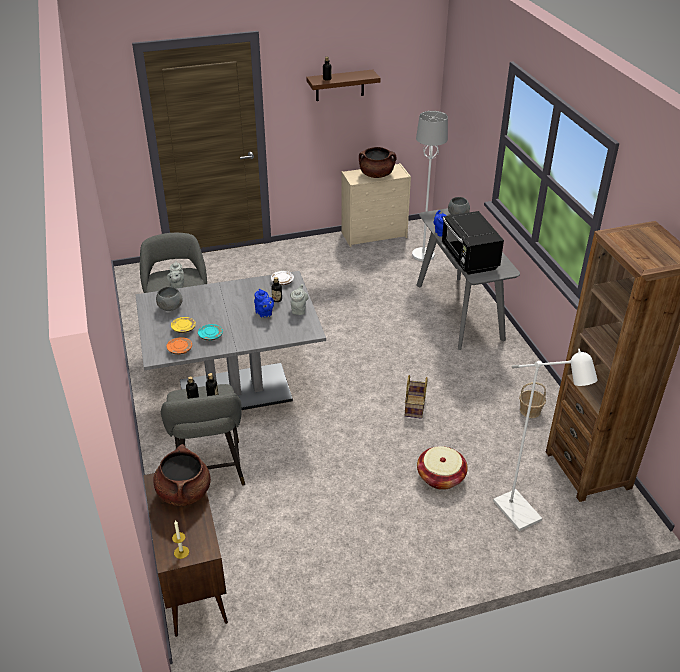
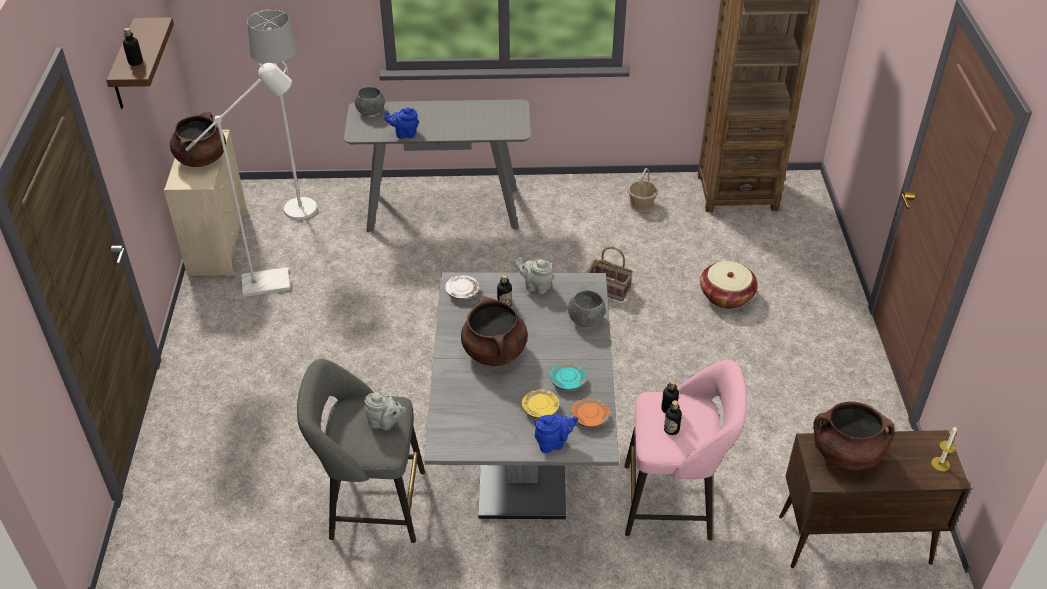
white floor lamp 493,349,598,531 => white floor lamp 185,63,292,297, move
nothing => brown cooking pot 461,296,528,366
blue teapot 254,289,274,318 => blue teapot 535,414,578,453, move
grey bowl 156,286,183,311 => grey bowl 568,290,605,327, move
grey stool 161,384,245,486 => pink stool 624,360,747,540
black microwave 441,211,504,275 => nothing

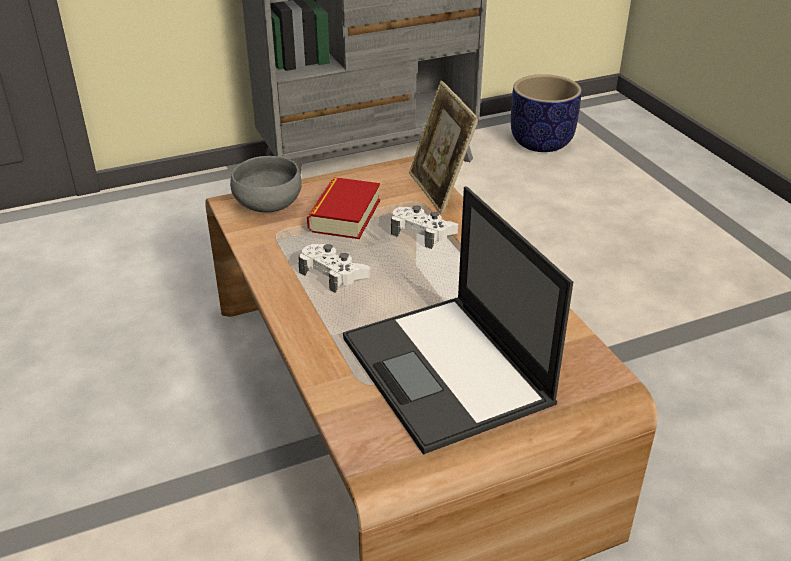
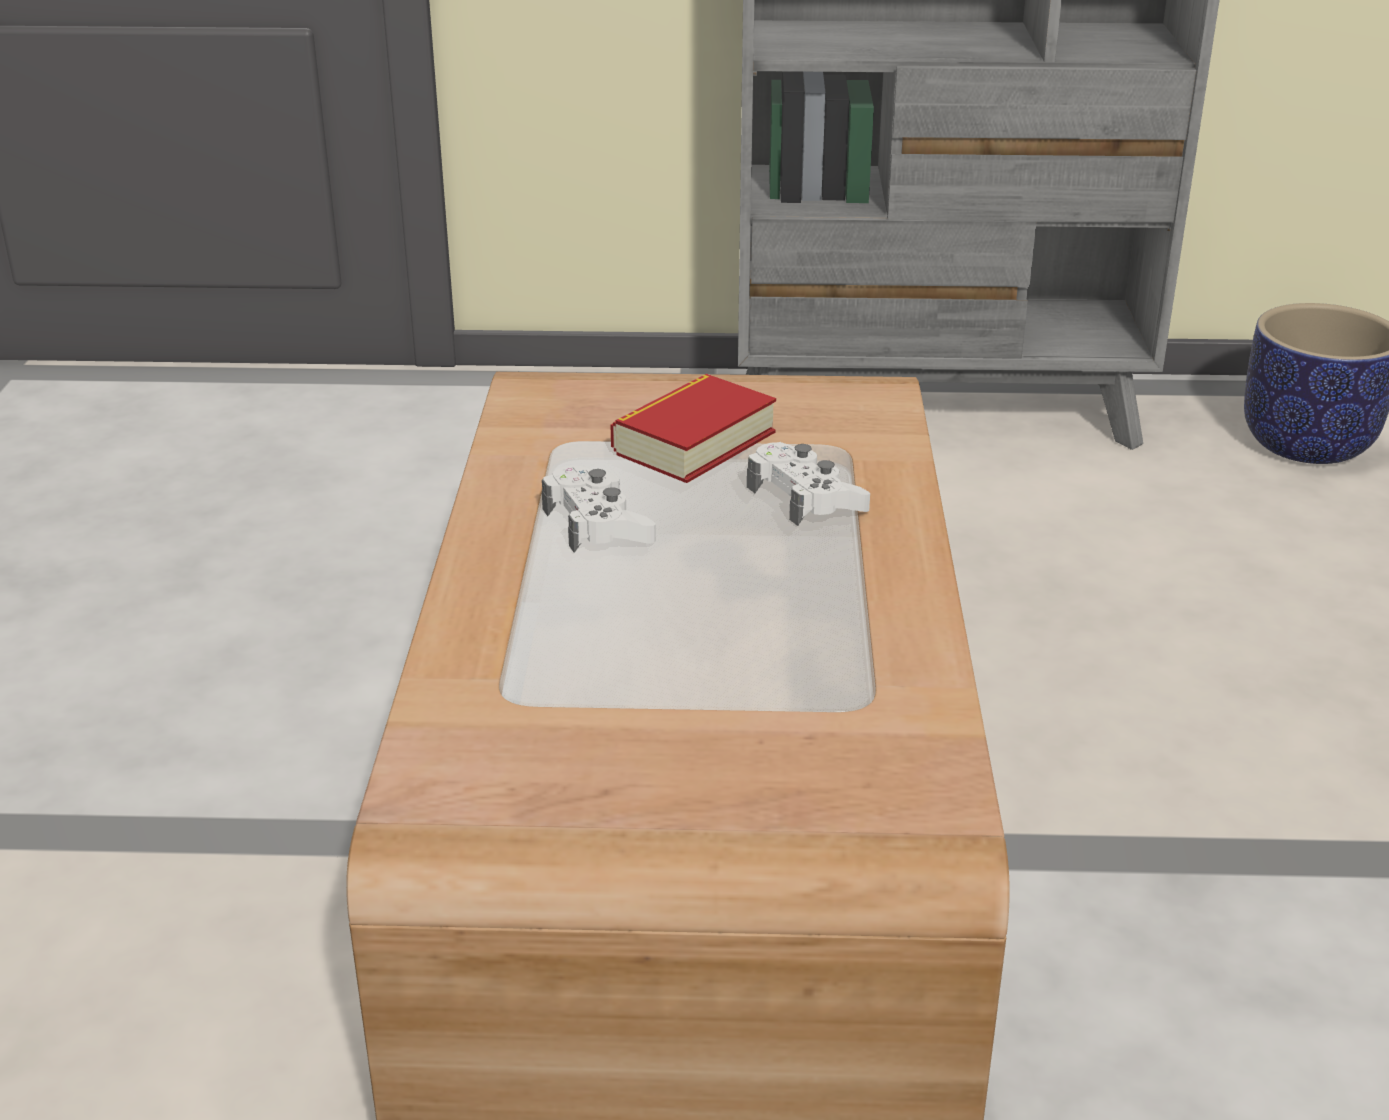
grey bowl 230,156,302,212 => nothing
laptop 343,186,573,455 => nothing
picture frame 409,81,479,214 => nothing

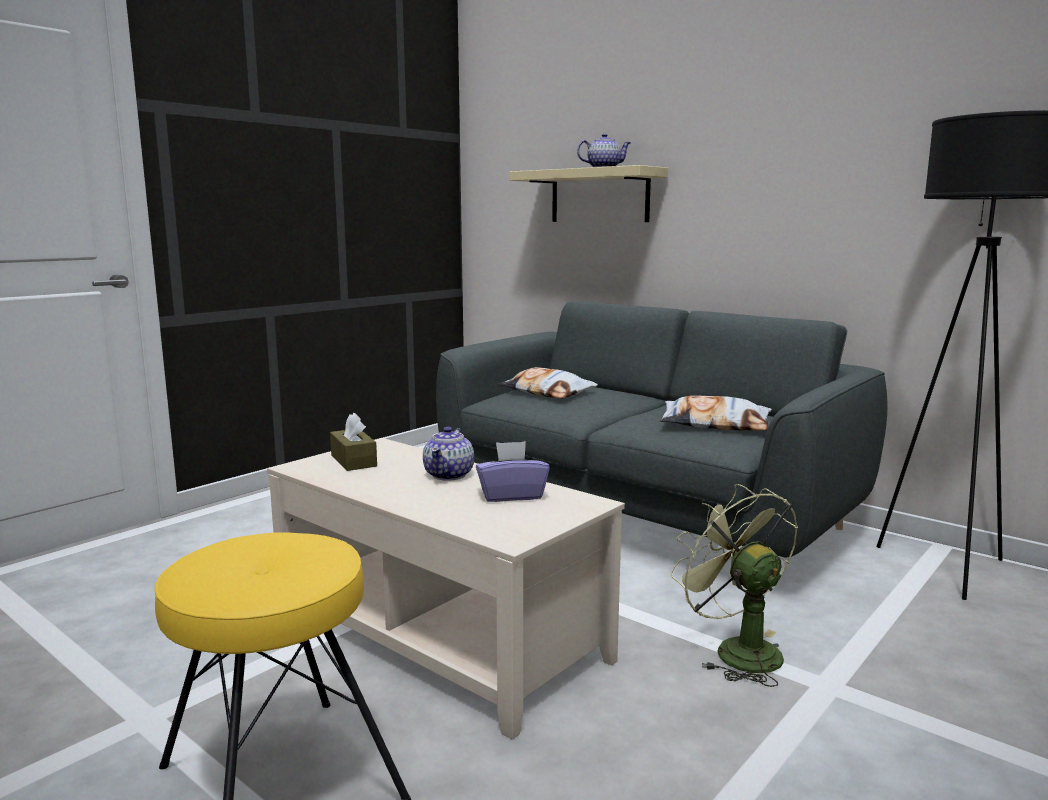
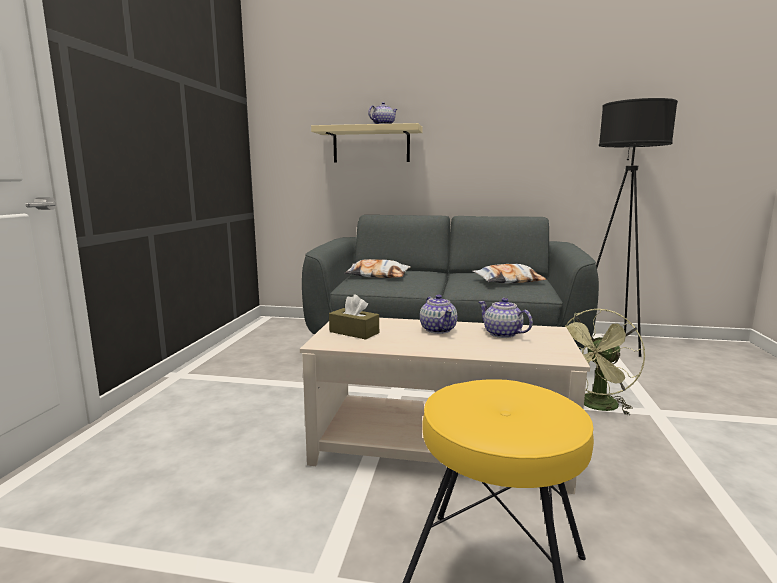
purple tissue box 476,441,550,502 => teapot 479,298,533,338
green fan 670,484,798,687 => green fan 565,309,645,416, 75 degrees counterclockwise

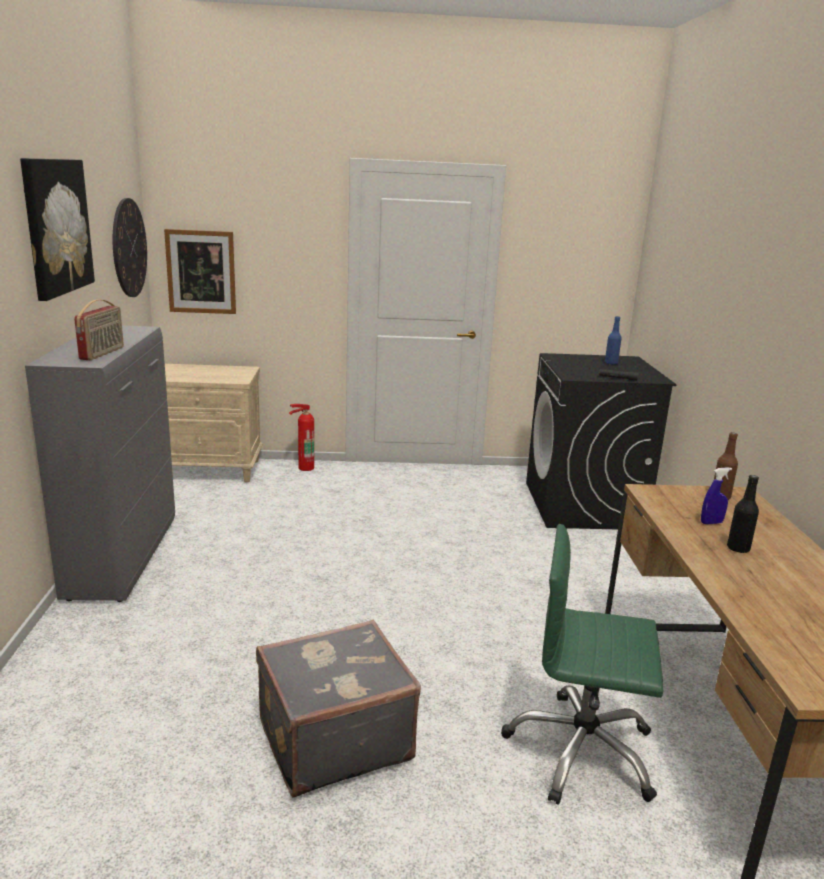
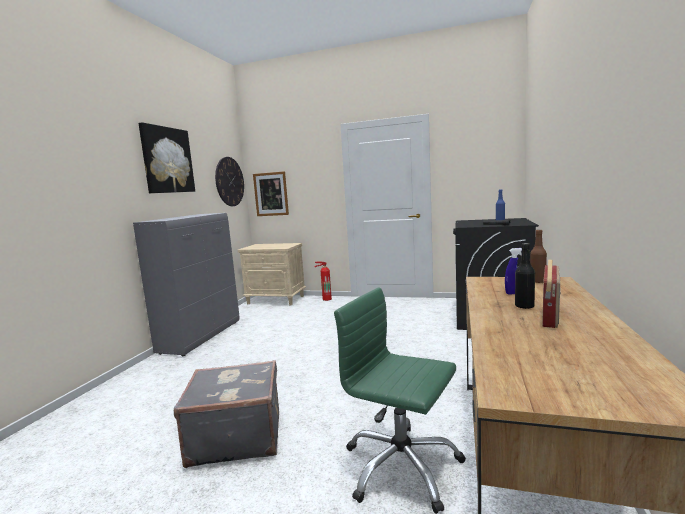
radio 74,299,124,360 => radio 542,260,561,328, move

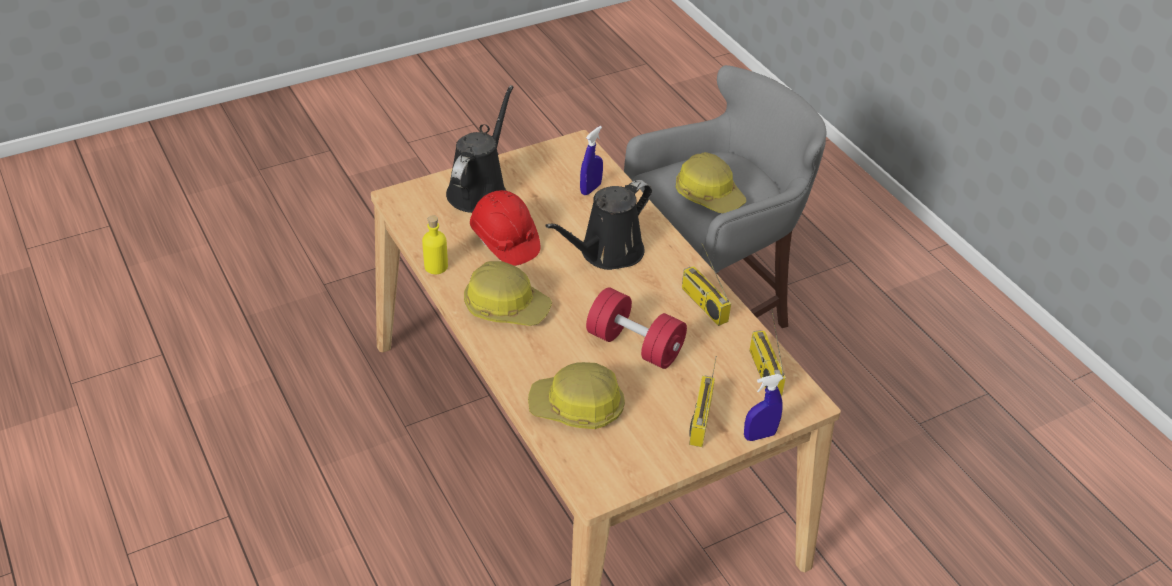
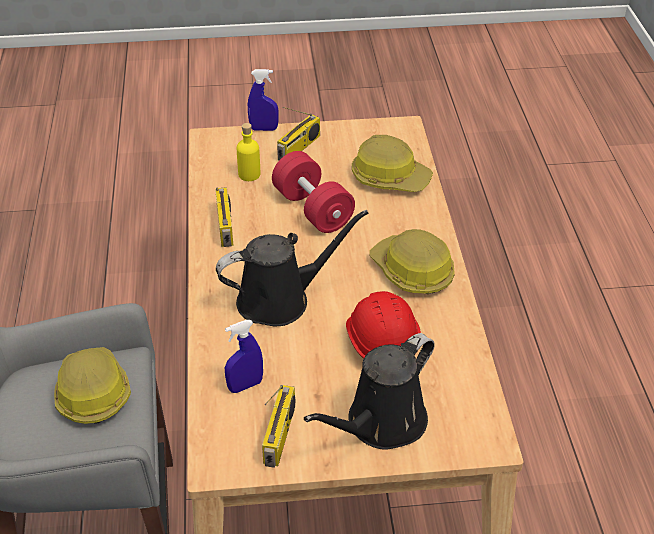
yellow bottle 422,215,448,274 => yellow bottle 237,123,260,181, move
radio 749,309,786,396 => radio 262,385,295,468, move

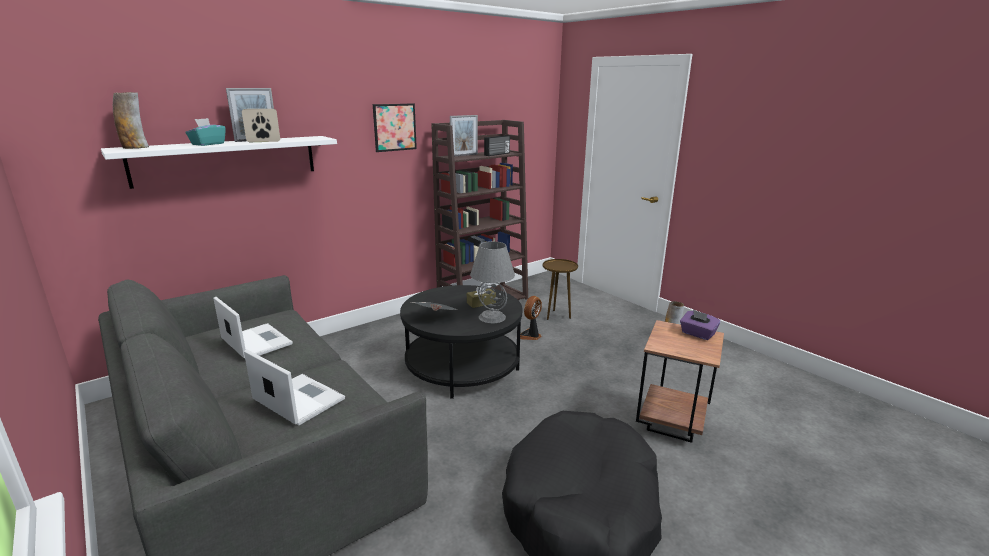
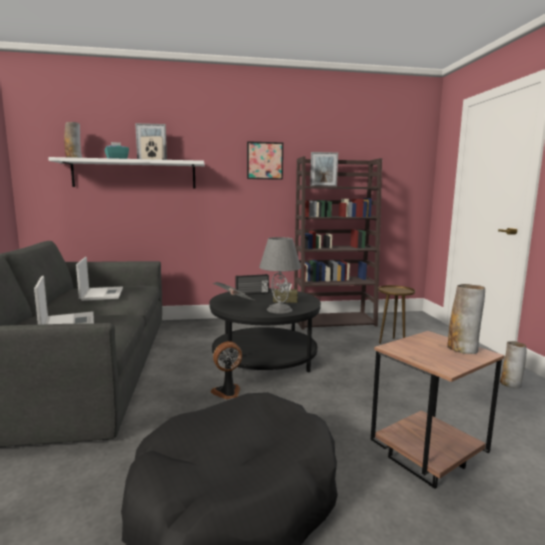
fan 520,296,542,340 => fan 211,341,242,399, move
radio 484,135,510,156 => radio 235,274,269,295, move
purple tissue box 680,310,720,340 => vase 448,284,485,354

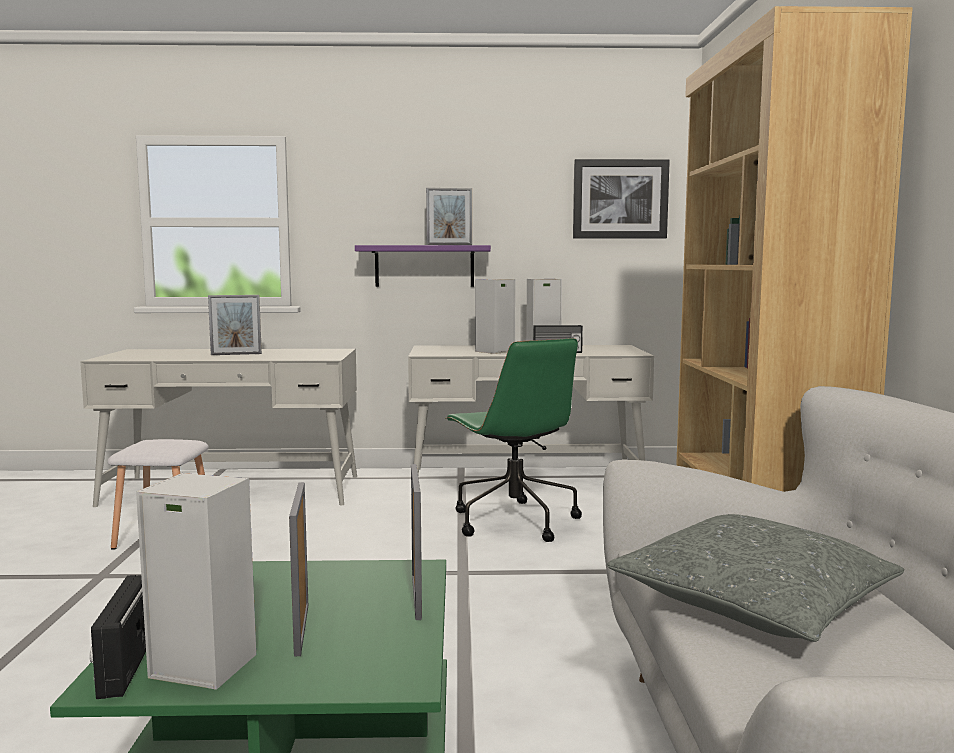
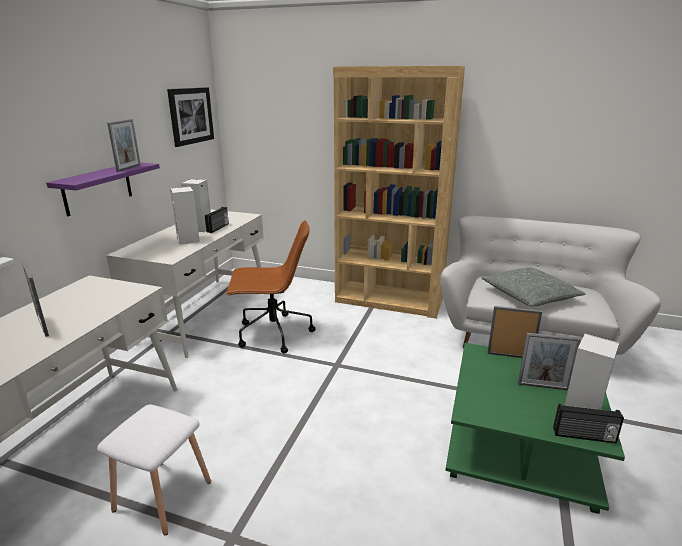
picture frame 208,295,262,355 => picture frame 22,261,49,337, 135 degrees clockwise
green office chair 445,338,582,542 => brown office chair 226,220,316,353

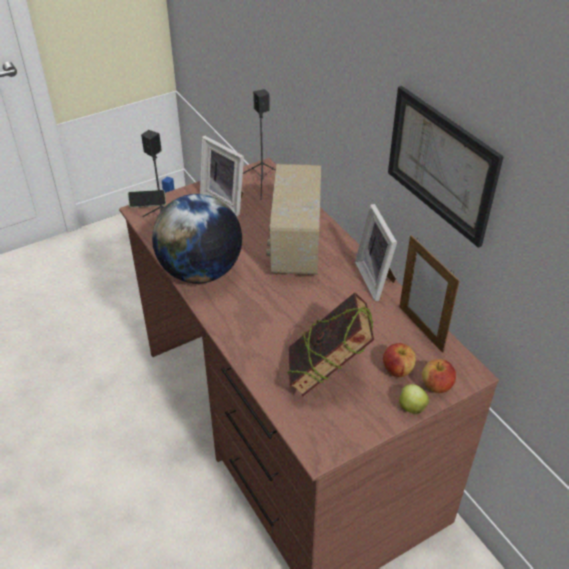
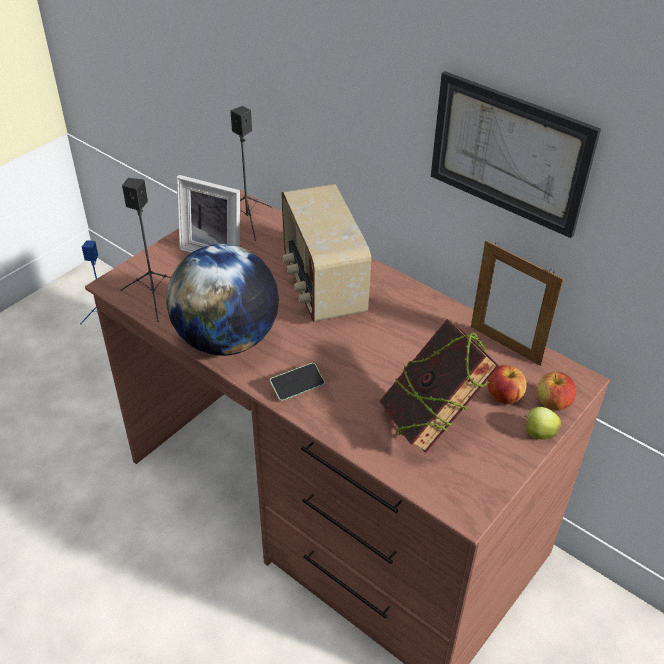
phone 128,190,166,208 => phone 270,363,325,401, move
picture frame 355,204,397,301 => nothing

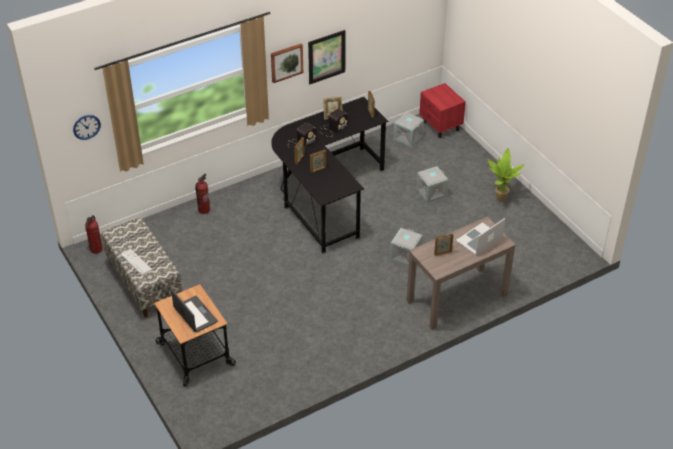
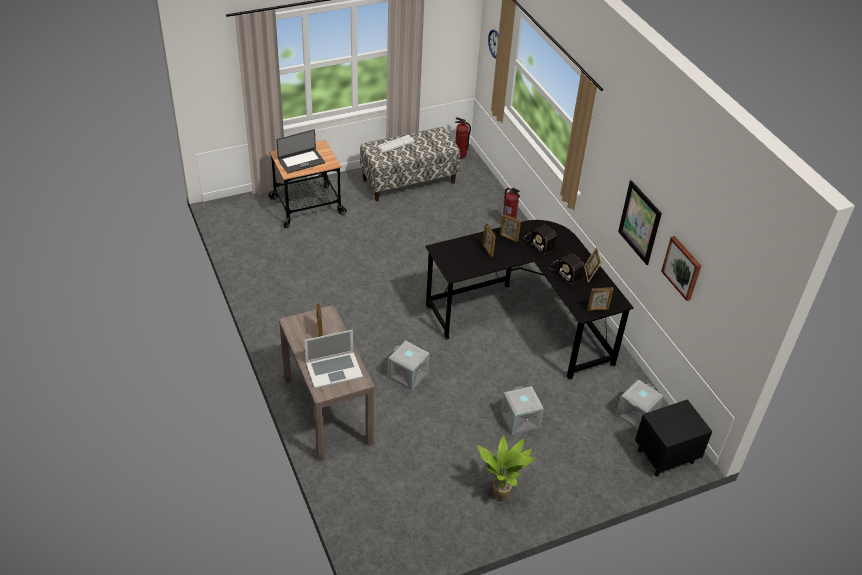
laptop 456,218,505,256 => laptop 304,330,363,389, 105 degrees clockwise
red nightstand 419,83,466,138 => black nightstand 635,399,713,477
picture 271,43,303,83 => picture 661,236,701,301, move

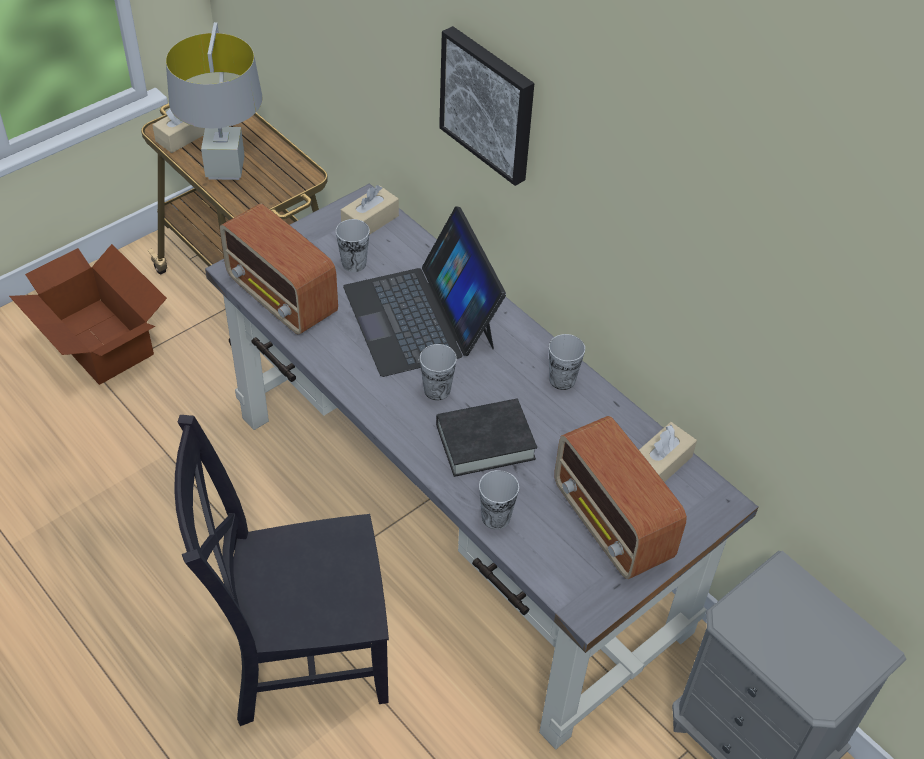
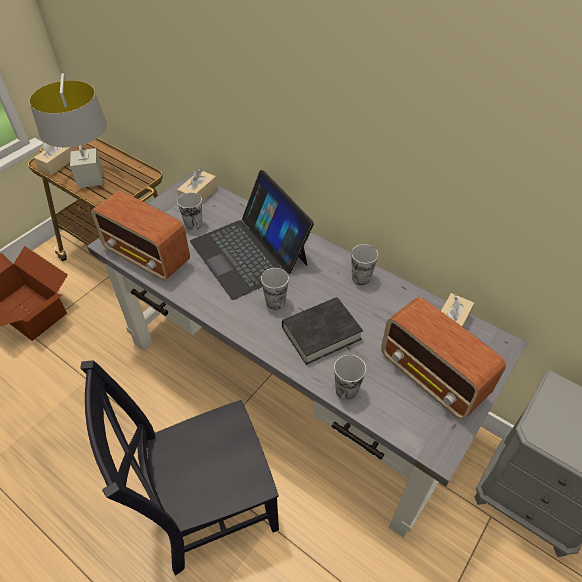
picture 439,26,534,186 => nothing

